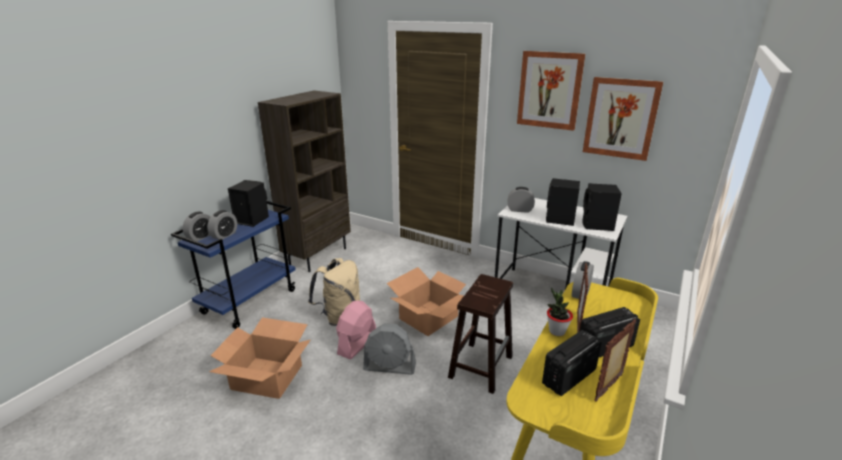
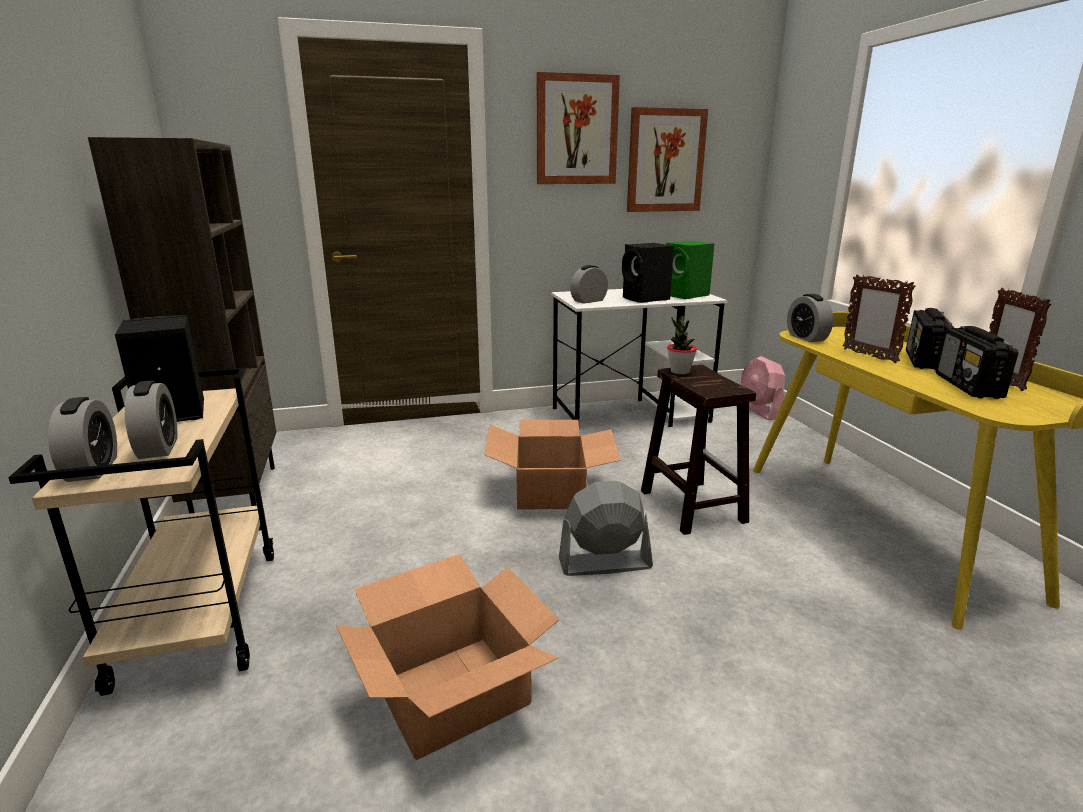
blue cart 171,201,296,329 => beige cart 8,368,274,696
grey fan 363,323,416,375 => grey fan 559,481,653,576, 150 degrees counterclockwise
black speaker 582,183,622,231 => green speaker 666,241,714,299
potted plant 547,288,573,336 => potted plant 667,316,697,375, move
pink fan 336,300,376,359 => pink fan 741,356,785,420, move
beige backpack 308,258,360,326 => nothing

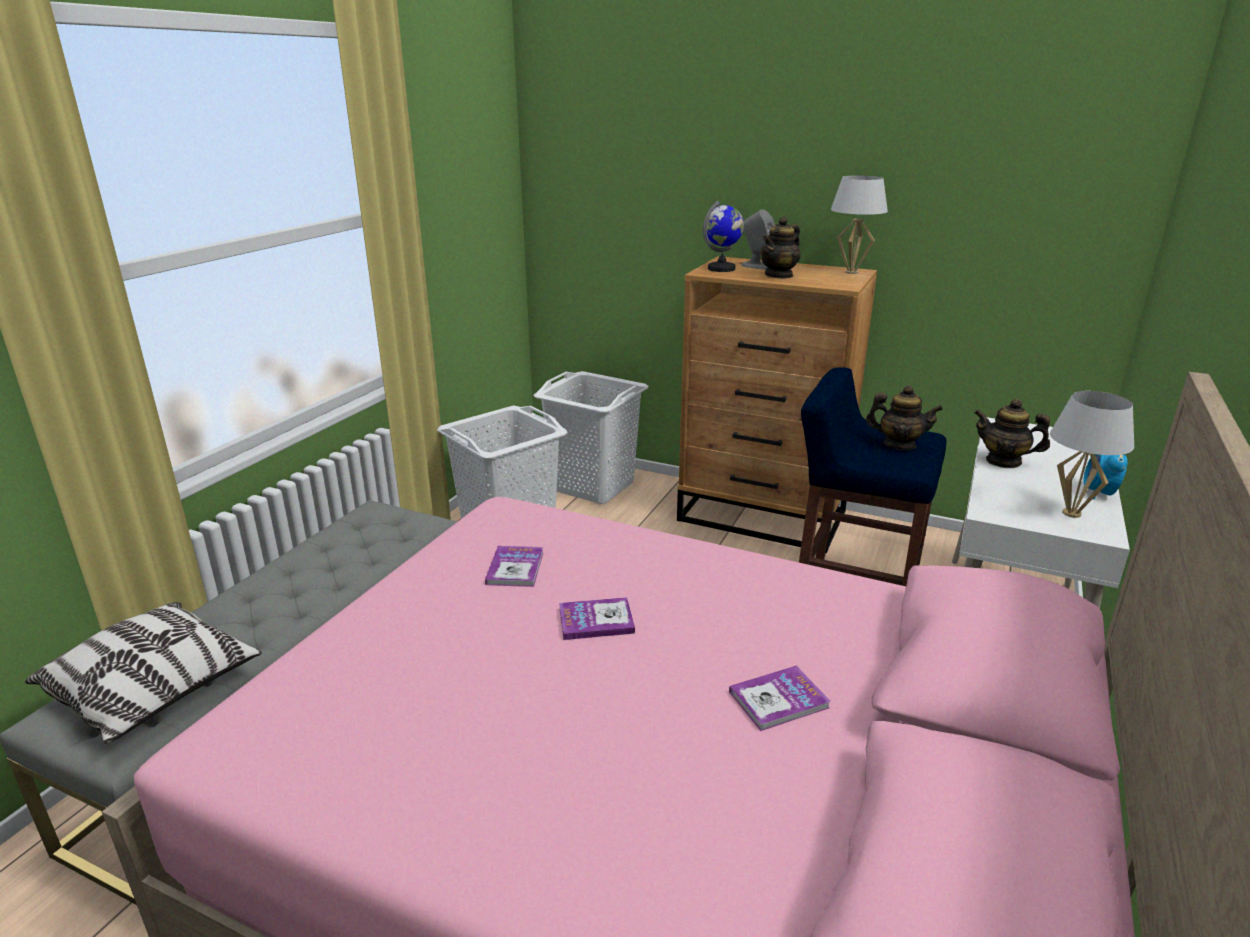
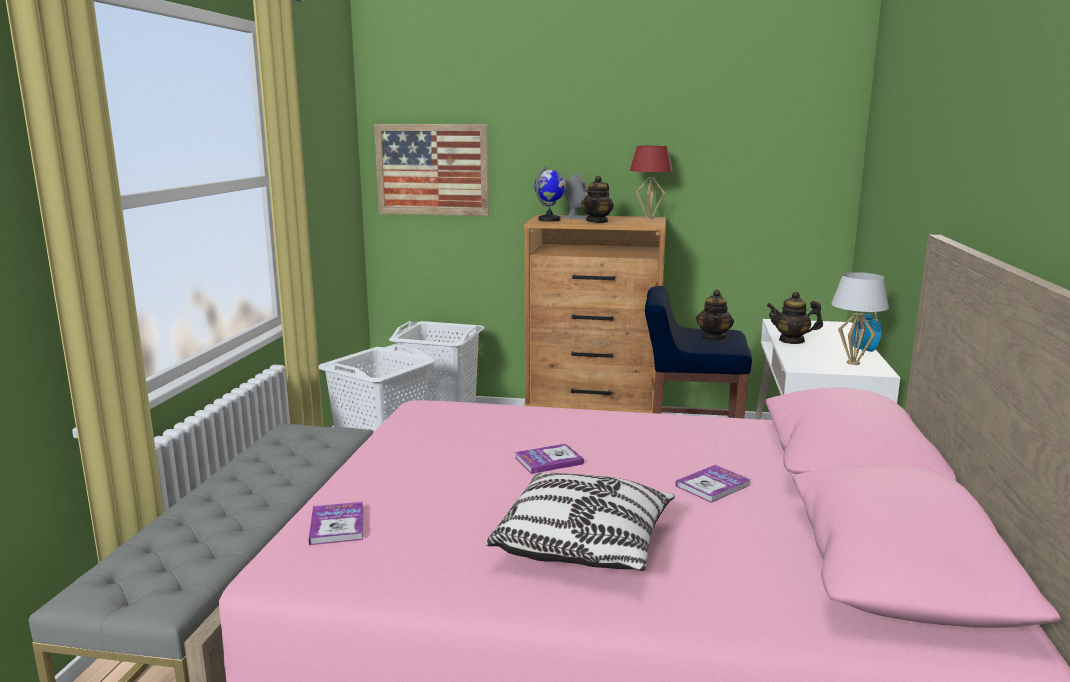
book 485,546,543,587 => book 309,502,363,545, move
nothing => picture 374,124,489,216
pillow 25,602,262,744 => pillow 486,473,675,571, move
white table lamp 831,175,888,274 => red table lamp 630,146,673,219
teapot 866,385,943,450 => teapot 696,289,734,341, 105 degrees clockwise

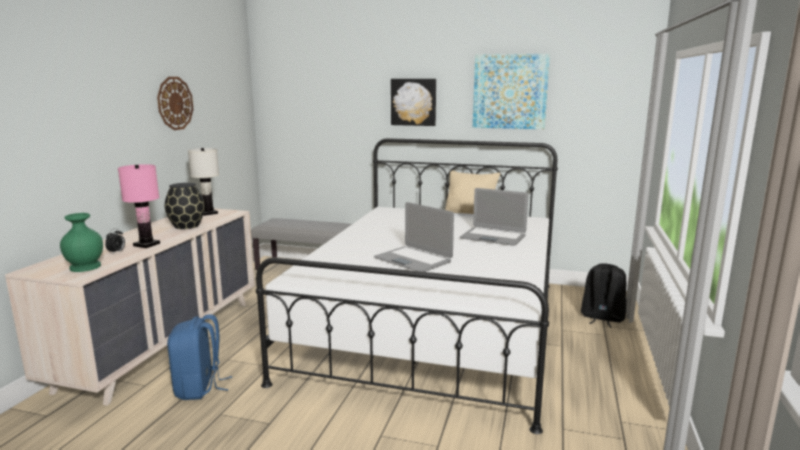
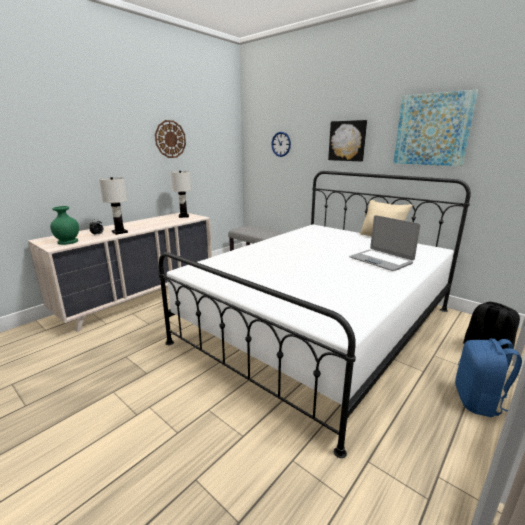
pink table lamp 118,164,160,248 => white table lamp 99,177,128,235
nothing => wall clock 271,132,291,157
blue backpack 167,314,232,400 => blue backpack 455,339,522,417, move
black vase 165,183,205,229 => nothing
laptop 374,202,454,272 => nothing

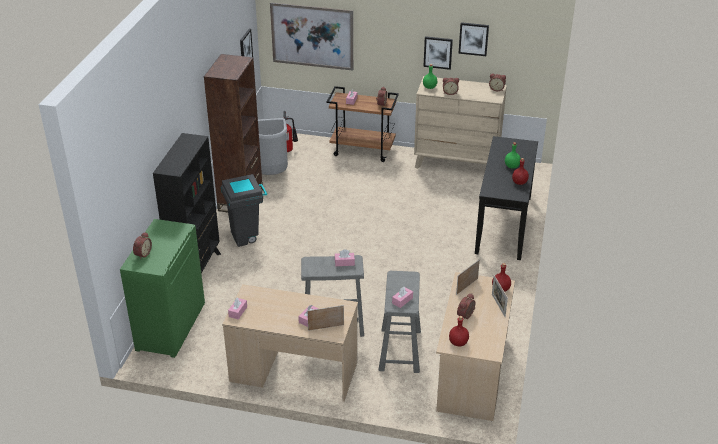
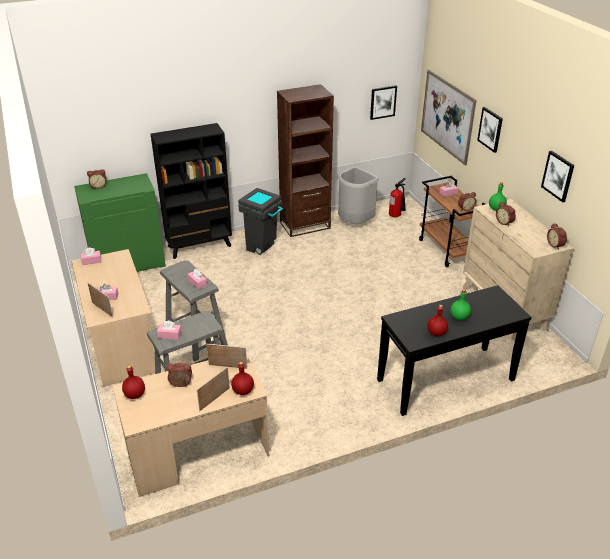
picture 423,36,453,70 => picture 477,107,503,153, move

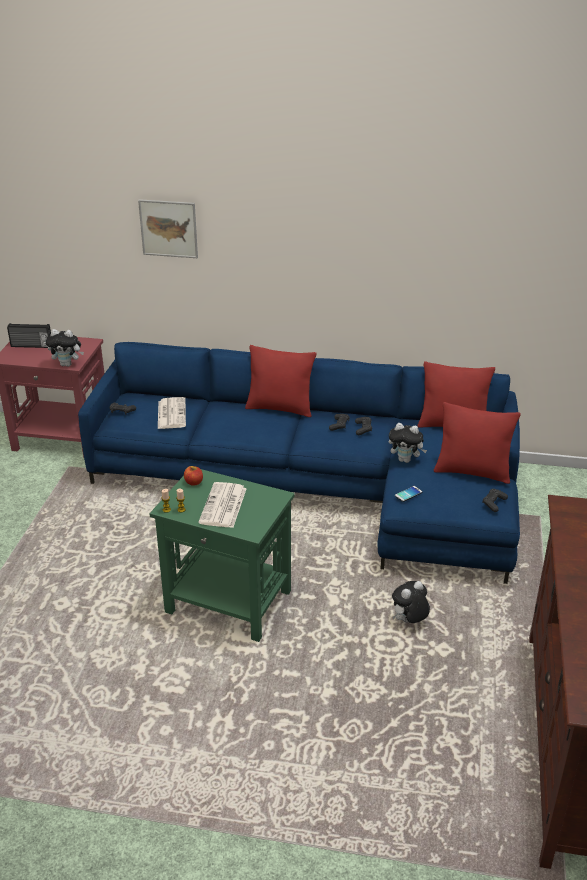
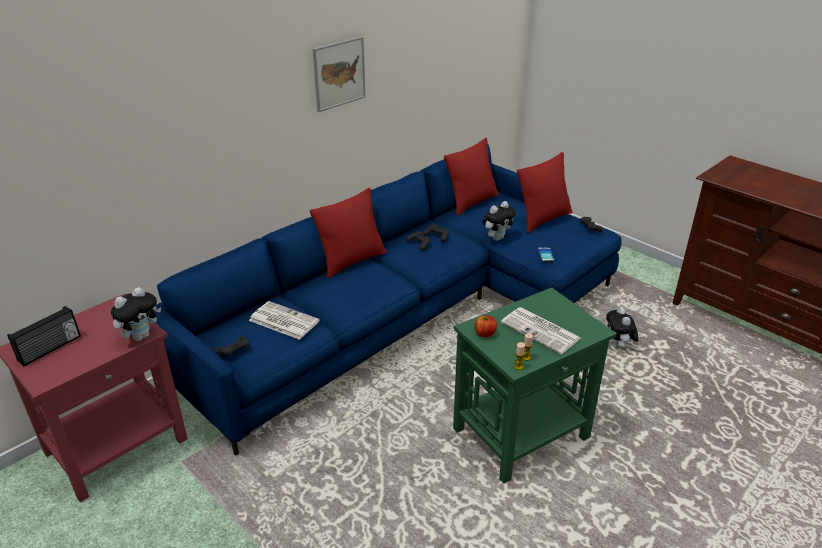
picture 138,199,198,258 => picture 313,36,366,112, move

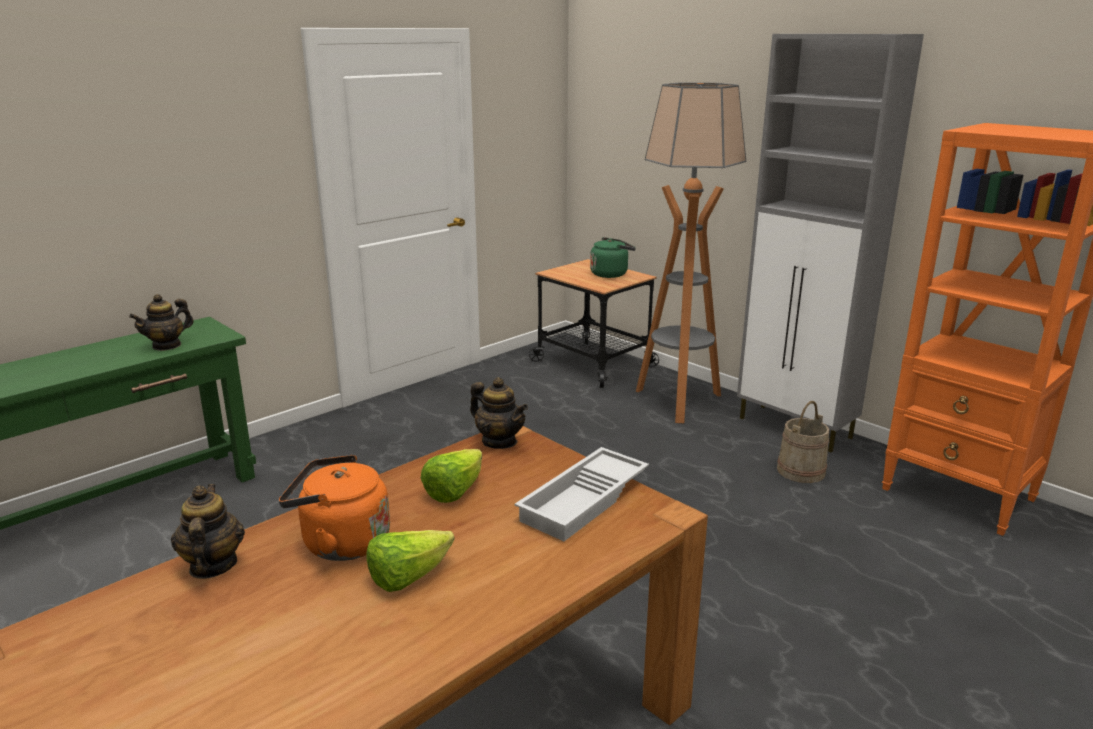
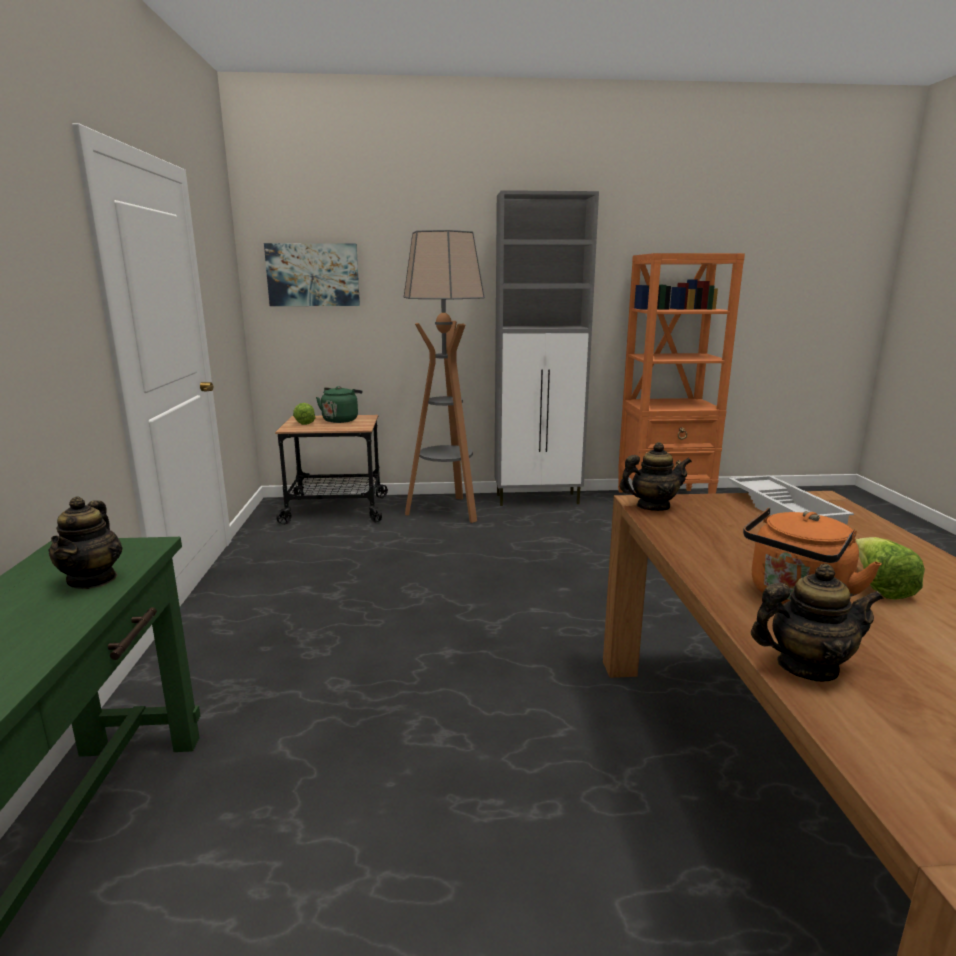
nothing => picture 264,243,360,306
lettuce 421,449,482,503 => lettuce 293,403,316,425, move
teapot 171,484,245,579 => teapot 751,564,884,682, 150 degrees clockwise
beige bucket 777,401,829,483 => nothing

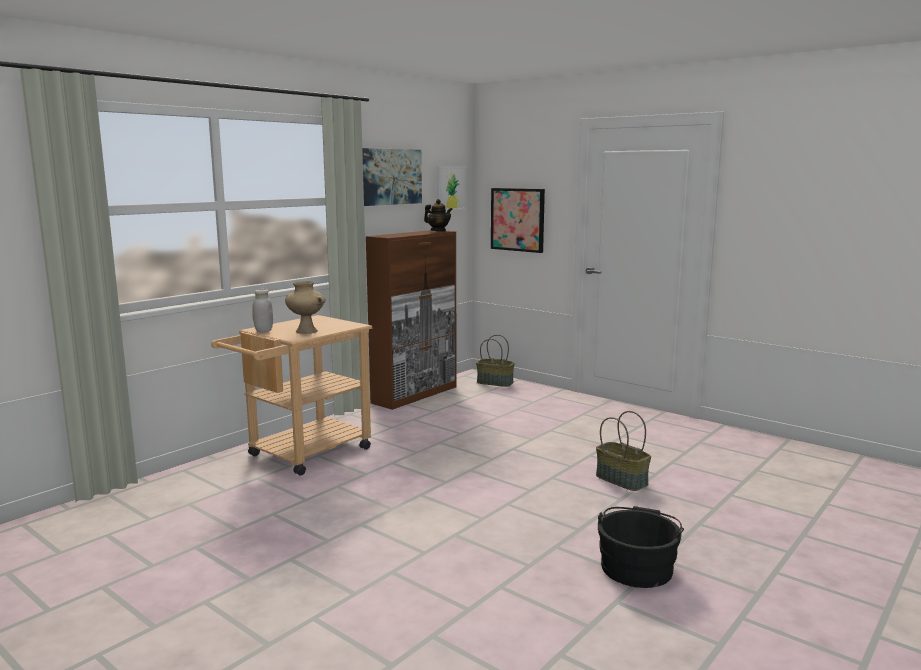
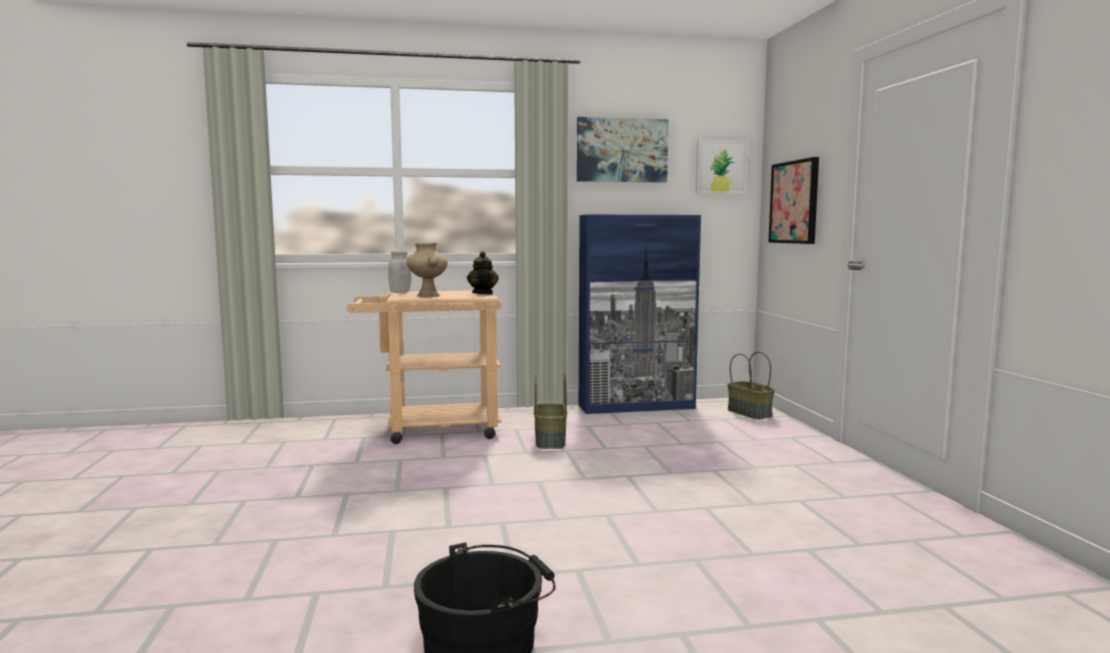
teapot 424,199,453,231 => teapot 467,251,499,294, move
basket 596,411,651,491 => basket 534,371,567,449, move
brown cabinet 366,230,457,410 => blue cabinet 579,215,701,414

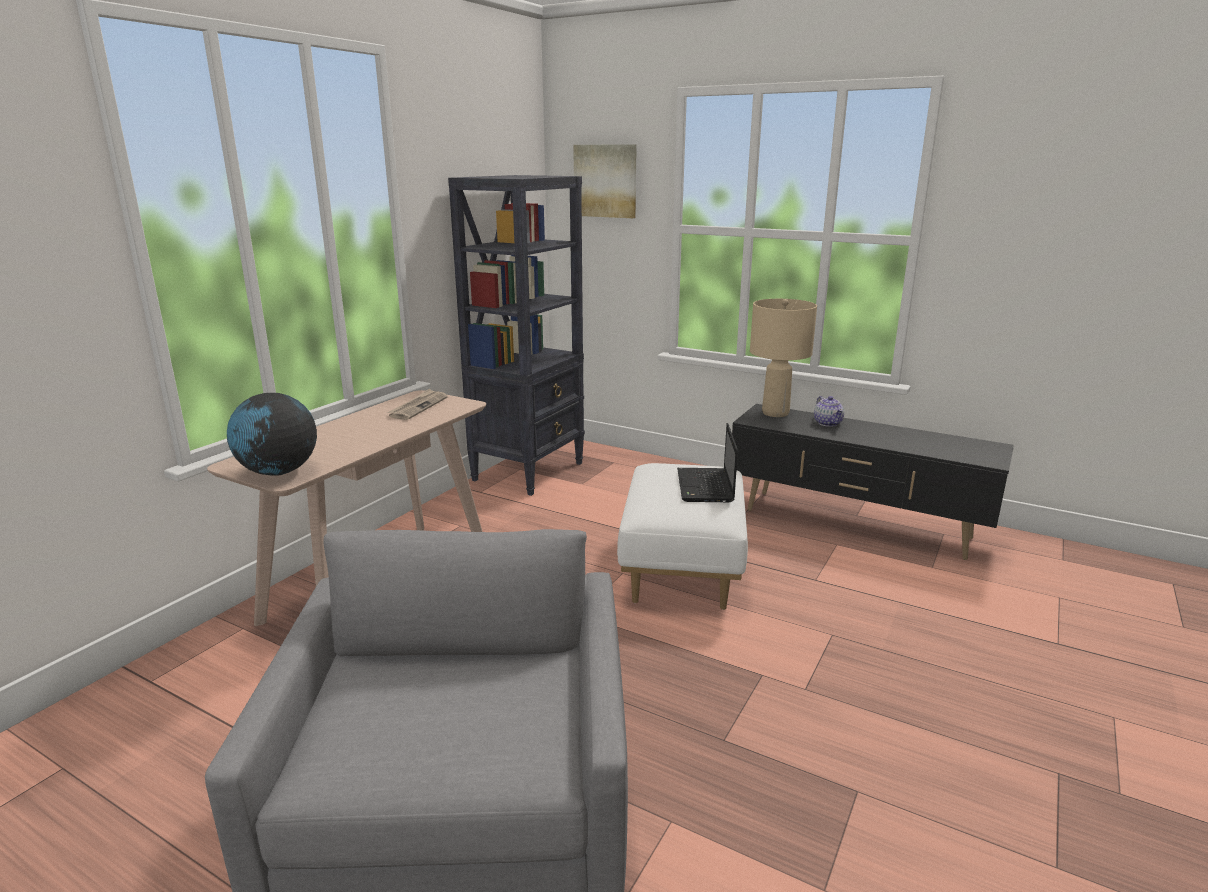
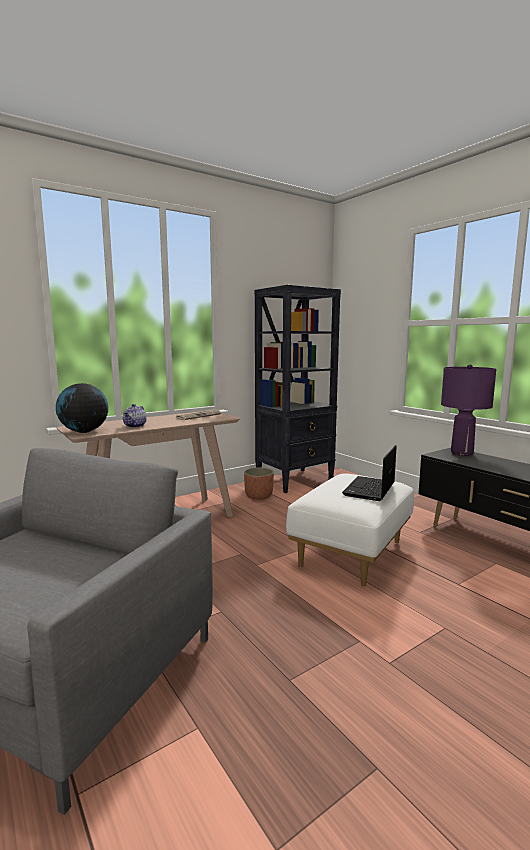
teapot 814,396,844,427 => teapot 123,404,147,428, move
nothing => planter 244,467,274,500
beige table lamp 750,299,817,417 => purple table lamp 441,364,496,456
picture 573,144,637,218 => nothing

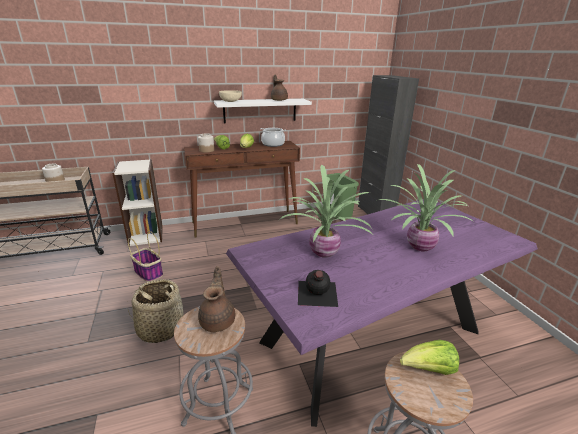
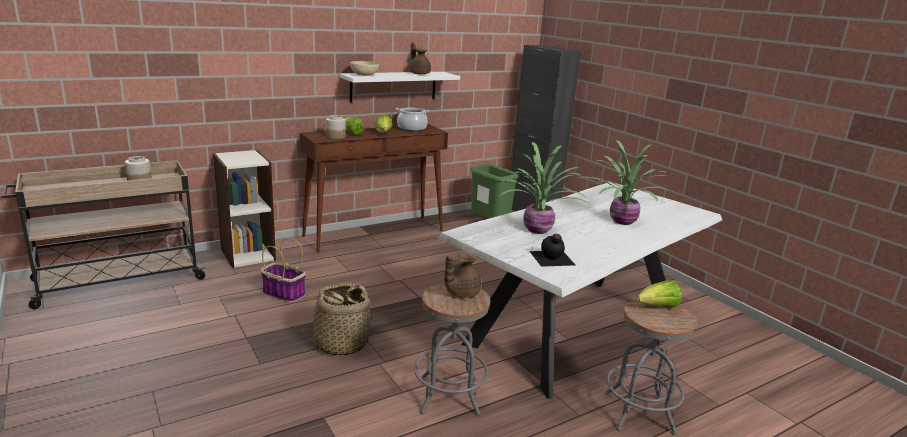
purple dining table 226,199,538,427 => white dining table 438,182,722,399
brown teapot 198,266,235,332 => brown teapot 444,253,481,298, 120 degrees counterclockwise

